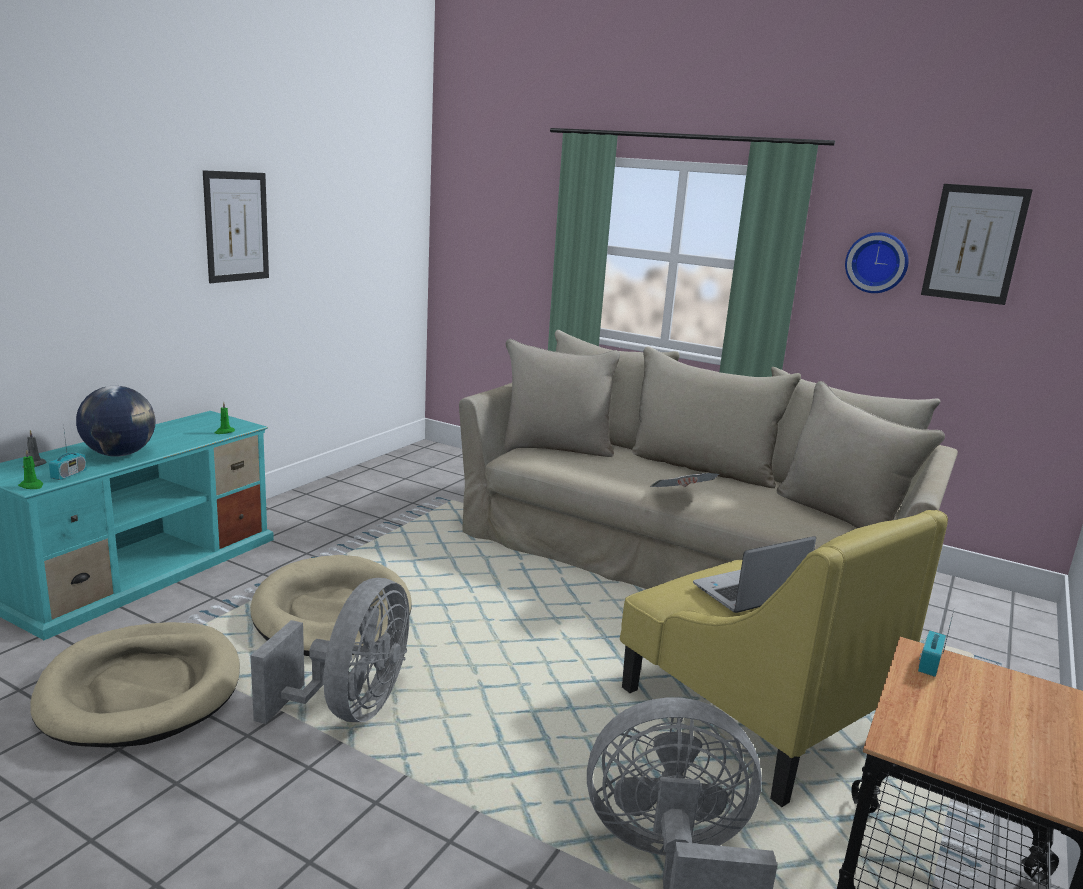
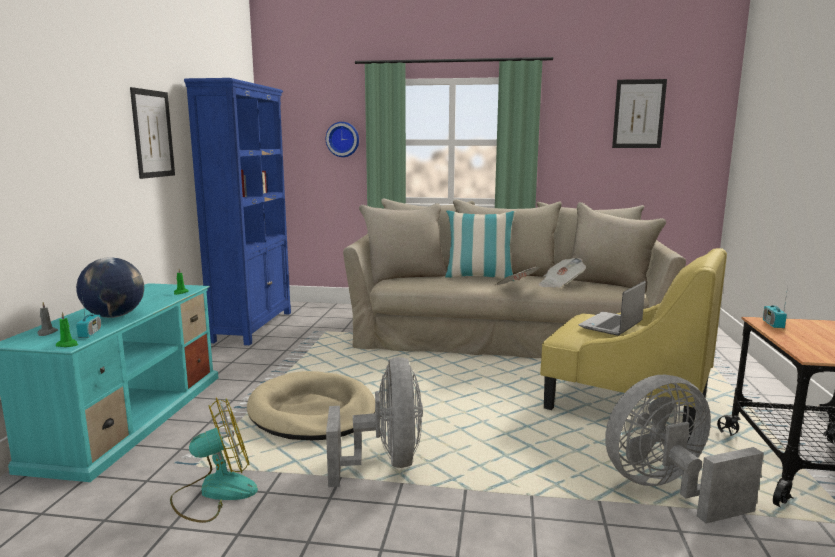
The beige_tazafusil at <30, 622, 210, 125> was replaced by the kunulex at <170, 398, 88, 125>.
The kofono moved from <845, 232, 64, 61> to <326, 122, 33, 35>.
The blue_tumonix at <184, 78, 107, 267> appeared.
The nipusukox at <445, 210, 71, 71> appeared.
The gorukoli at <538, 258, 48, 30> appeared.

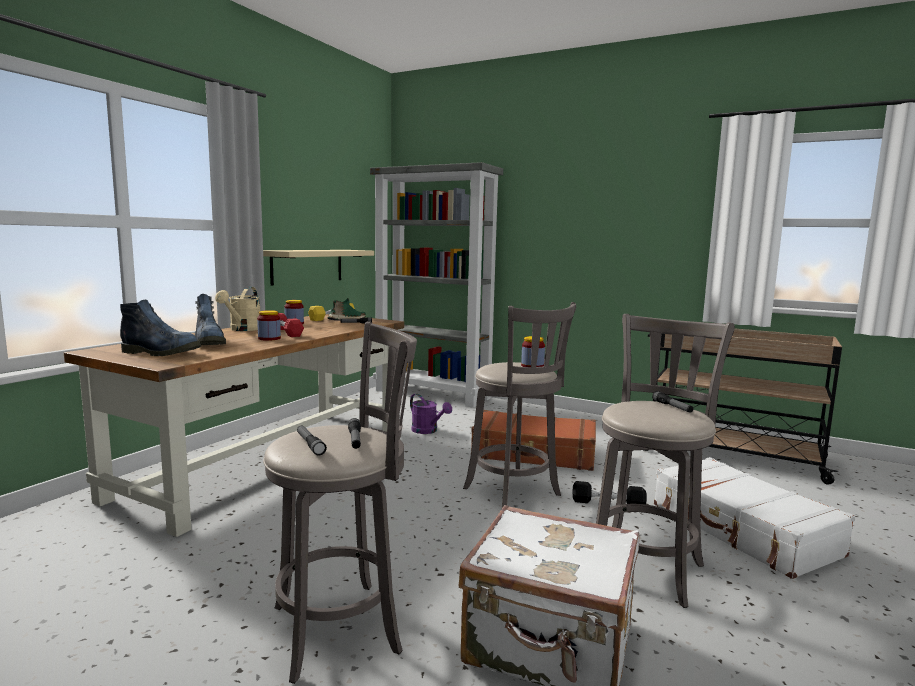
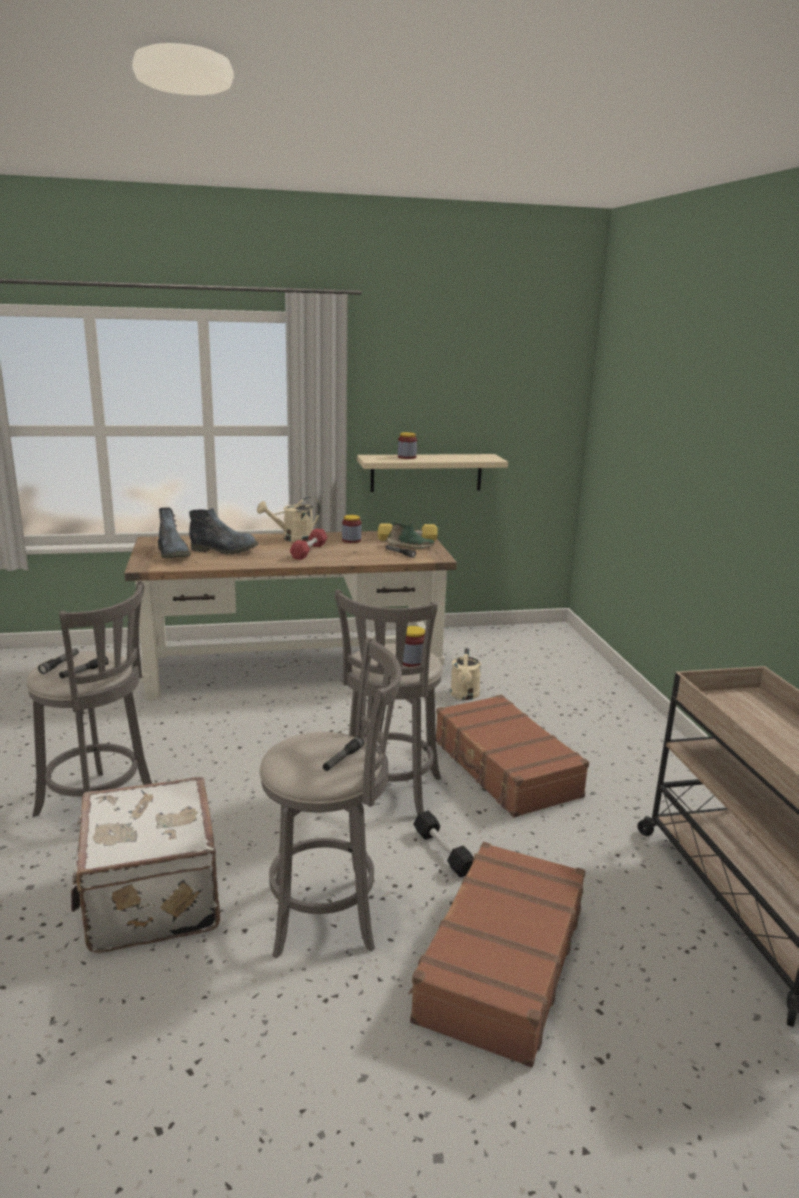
The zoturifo at <195, 294, 31, 51> turned 105 degrees counterclockwise.
The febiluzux moved from <257, 310, 24, 31> to <398, 432, 19, 27>.
The grey_tumonix at <370, 162, 133, 246> disappeared.
The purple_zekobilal at <410, 393, 42, 41> became the beige_zekobilal at <450, 648, 31, 52>.
The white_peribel at <654, 457, 201, 122> became the brown_peribel at <409, 842, 176, 226>.

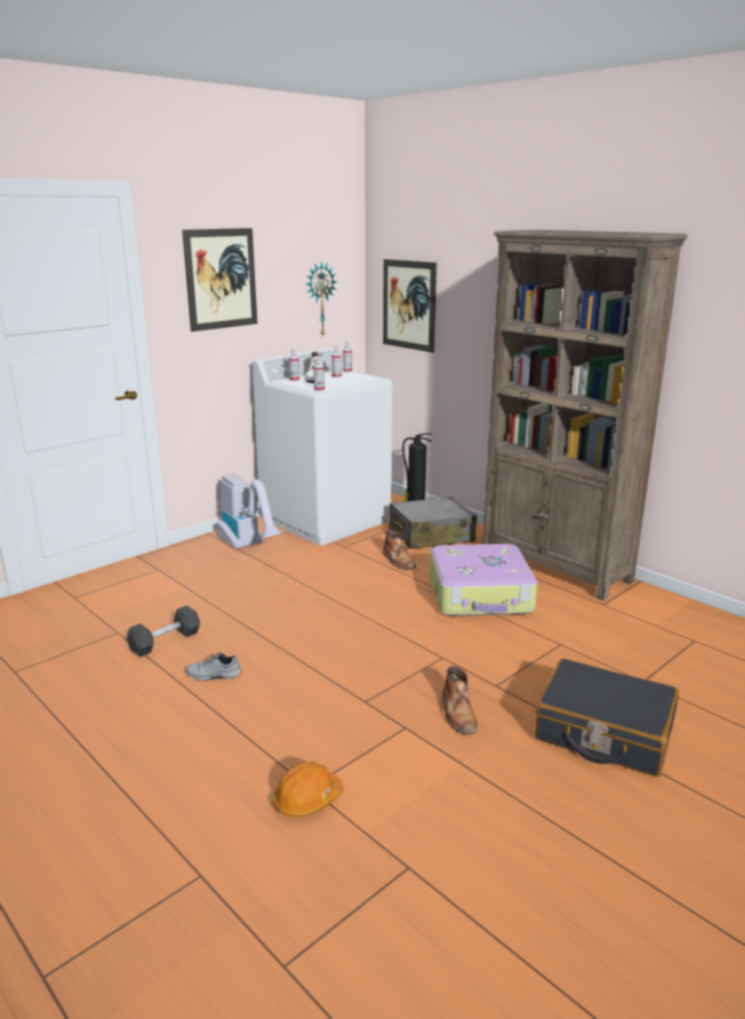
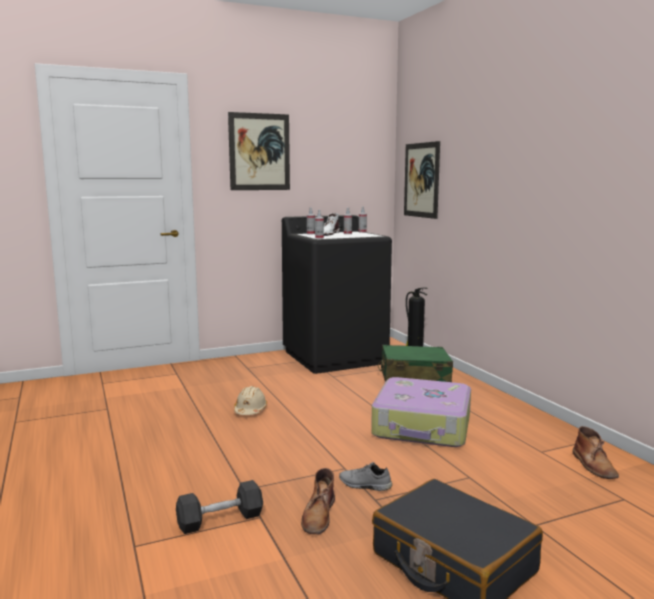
The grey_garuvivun moved from <127, 605, 73, 52> to <176, 480, 87, 54>.
The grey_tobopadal moved from <186, 652, 56, 29> to <339, 462, 53, 29>.
The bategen at <217, 473, 66, 76> disappeared.
The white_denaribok at <252, 348, 140, 198> became the black_denaribok at <282, 215, 110, 159>.
The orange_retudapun at <273, 761, 70, 56> disappeared.
The kofono at <306, 261, 31, 74> disappeared.
The brown_zoturifo moved from <383, 530, 33, 40> to <573, 426, 46, 53>.
The grey_peribel at <389, 497, 88, 52> became the green_peribel at <378, 345, 75, 37>.
The brown_tumonix at <482, 230, 206, 371> disappeared.
The beige_retudapun at <234, 386, 33, 29> appeared.

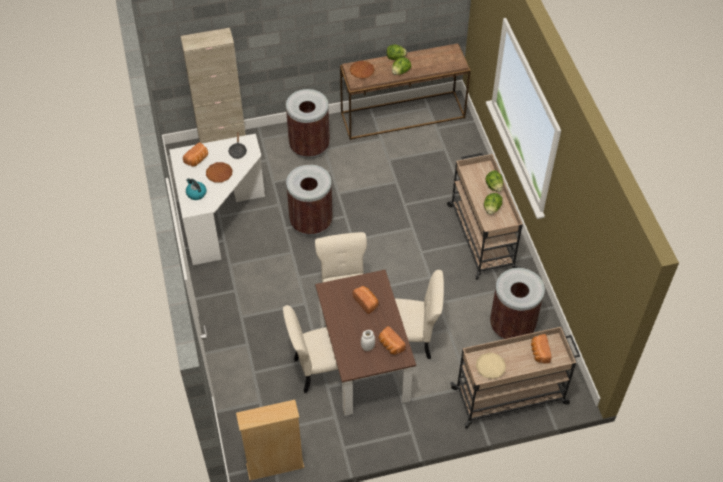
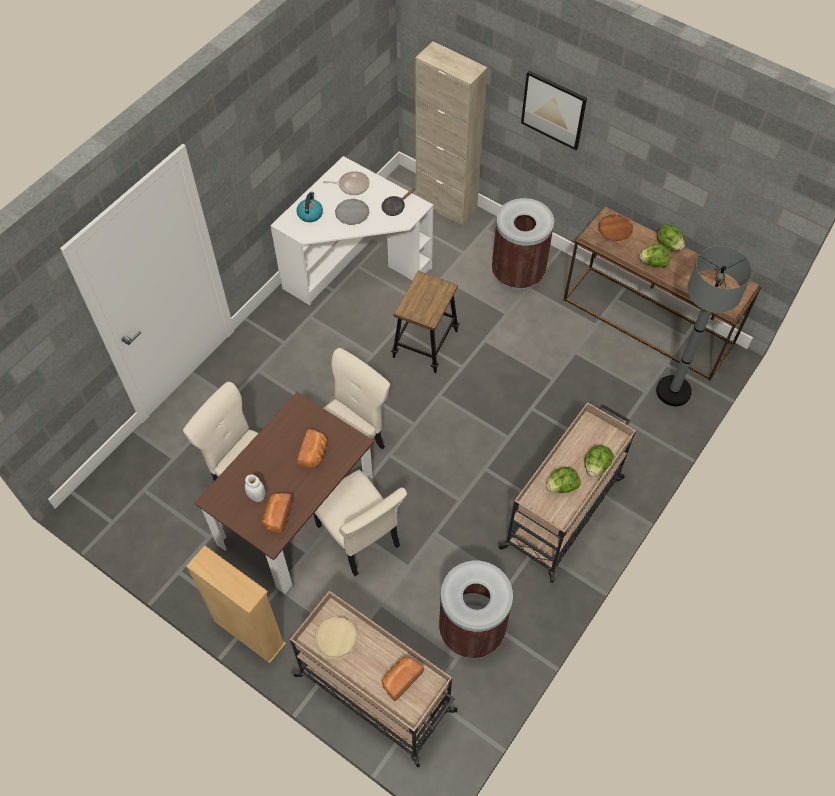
The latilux at <183, 142, 25, 25> was replaced by the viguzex at <323, 171, 47, 24>.
The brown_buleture at <206, 162, 27, 21> became the grey_buleture at <335, 199, 35, 26>.
The beige_tumonix moved from <236, 400, 68, 81> to <186, 545, 100, 118>.
The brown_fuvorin at <286, 164, 47, 72> was replaced by the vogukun at <391, 271, 68, 102>.
The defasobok at <521, 71, 66, 79> appeared.
The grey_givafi at <656, 246, 96, 160> appeared.

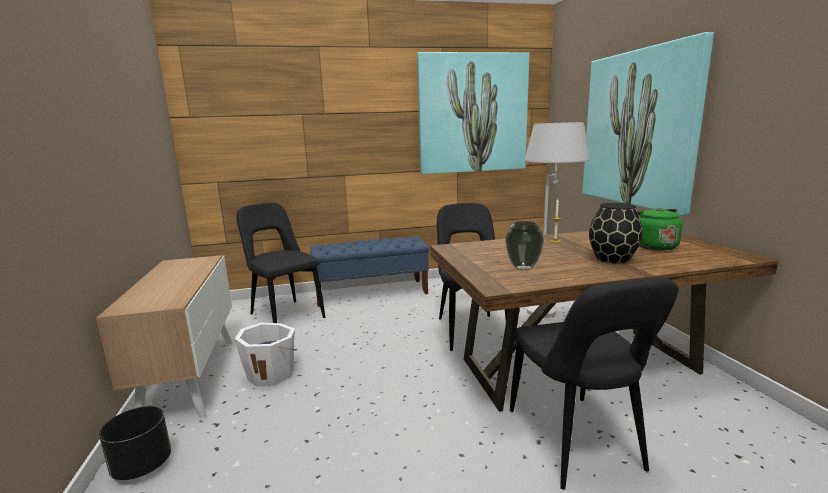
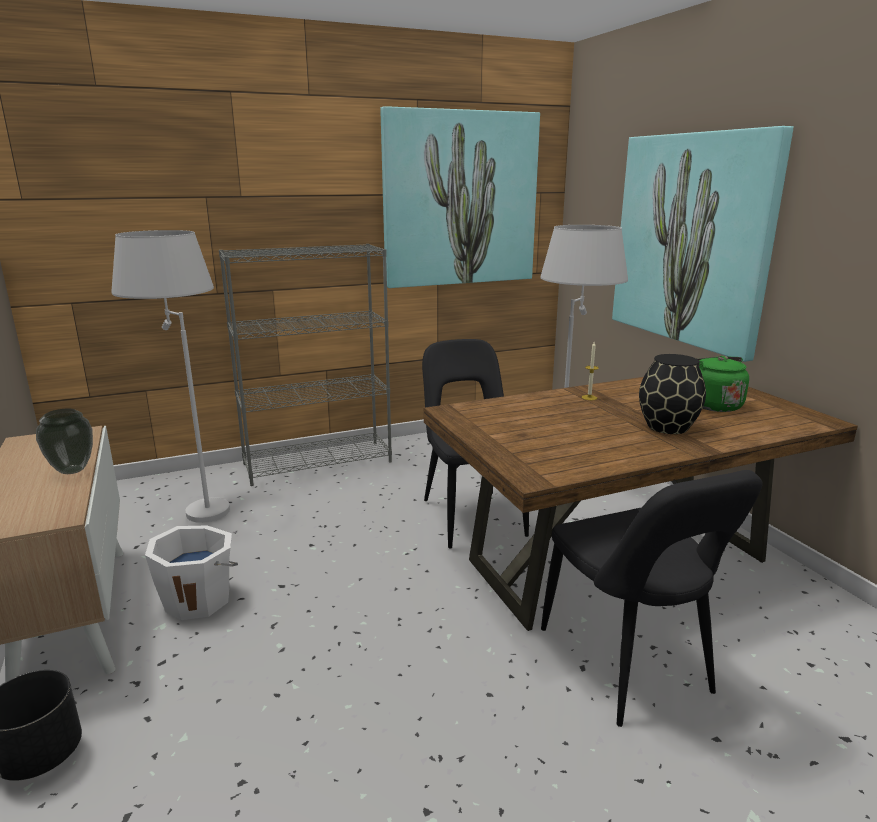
The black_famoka at <236, 202, 89, 121> was replaced by the white_givafi at <111, 230, 119, 293>.
The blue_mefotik at <311, 236, 118, 71> was replaced by the grey_tumonix at <219, 244, 173, 242>.
The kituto moved from <505, 221, 39, 50> to <36, 408, 57, 66>.

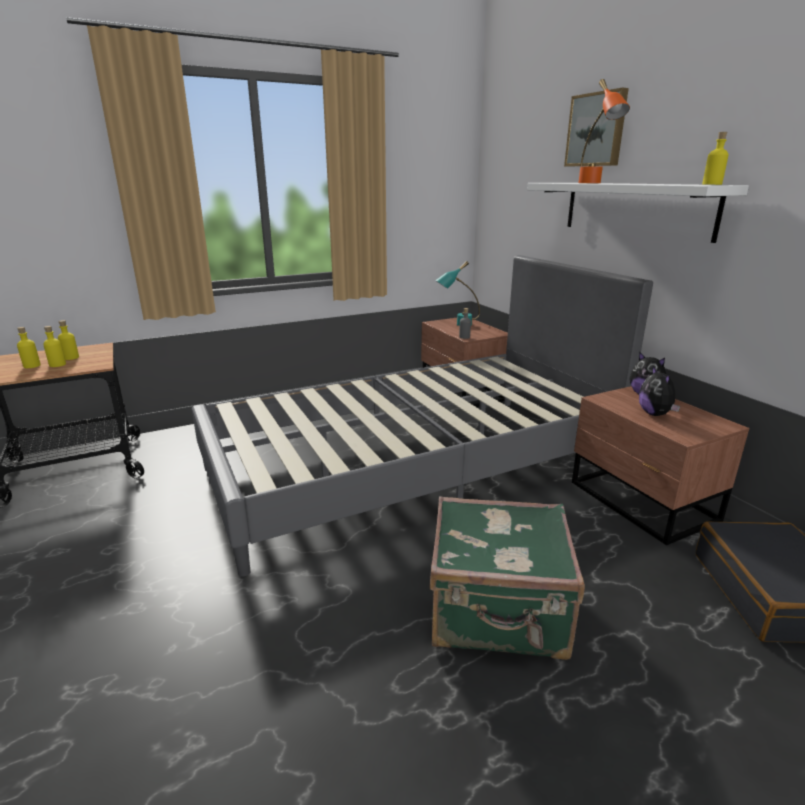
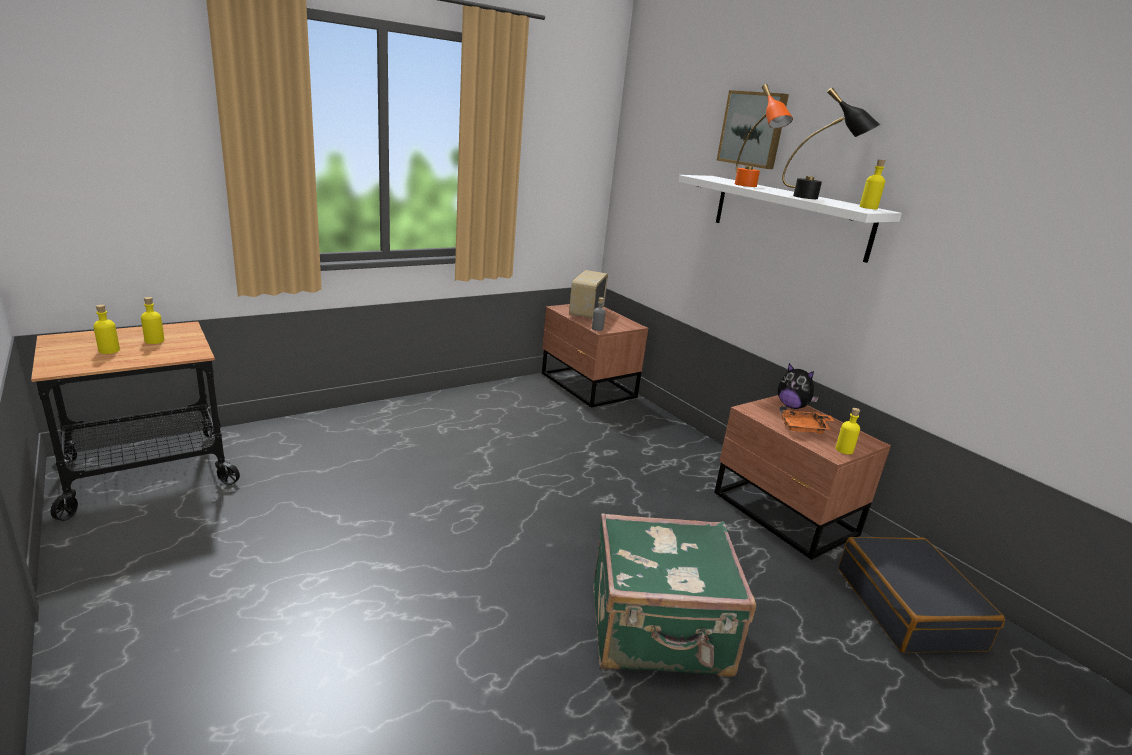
The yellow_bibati moved from <43, 326, 23, 41> to <836, 408, 24, 46>.
The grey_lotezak at <192, 255, 461, 322> disappeared.
The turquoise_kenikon at <435, 261, 45, 65> was replaced by the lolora at <569, 270, 39, 49>.
The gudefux at <639, 366, 41, 50> was replaced by the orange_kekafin at <779, 406, 55, 28>.
The black_kenikon at <782, 87, 98, 112> appeared.

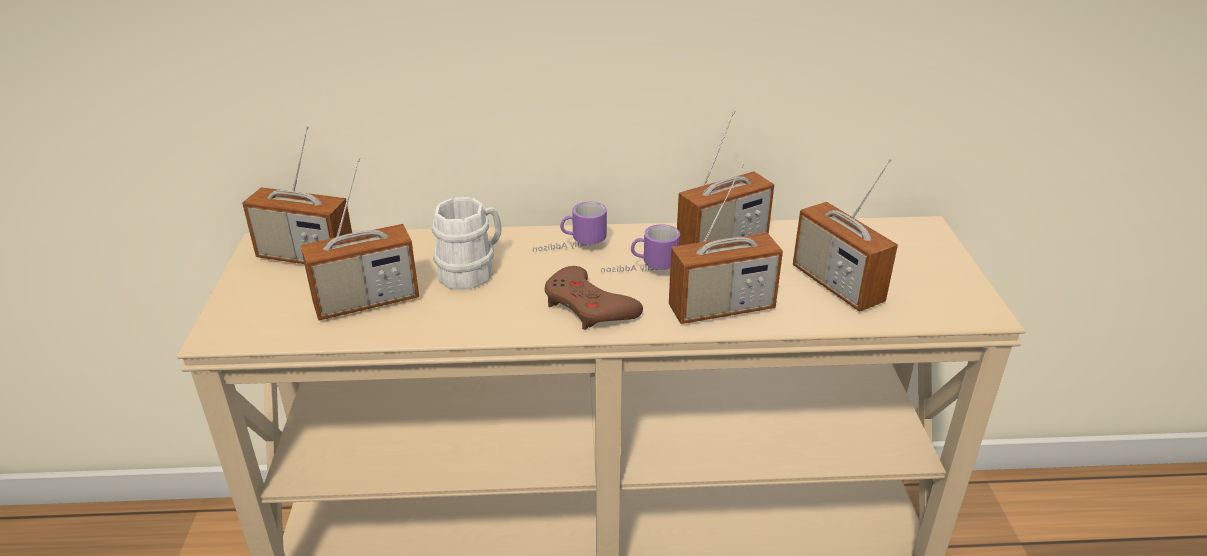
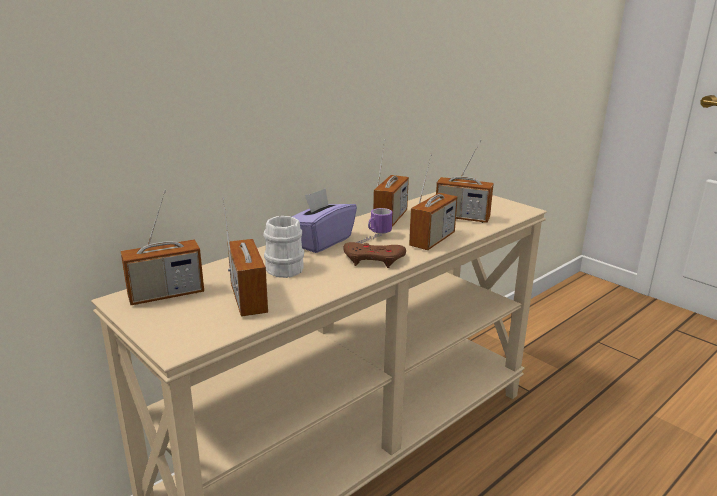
The lolora at <300, 157, 119, 163> turned 45 degrees counterclockwise.
The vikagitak at <533, 202, 74, 50> was replaced by the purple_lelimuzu at <292, 188, 65, 65>.

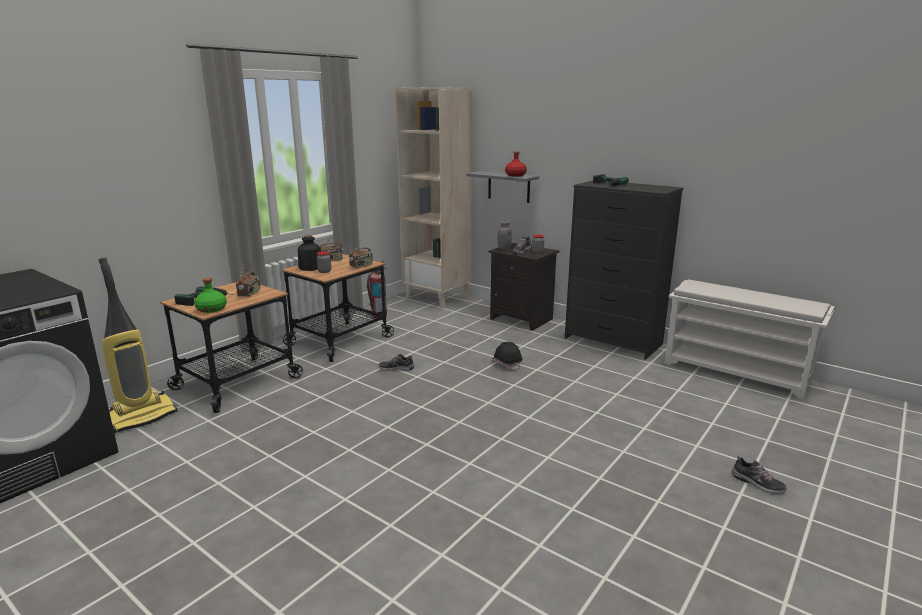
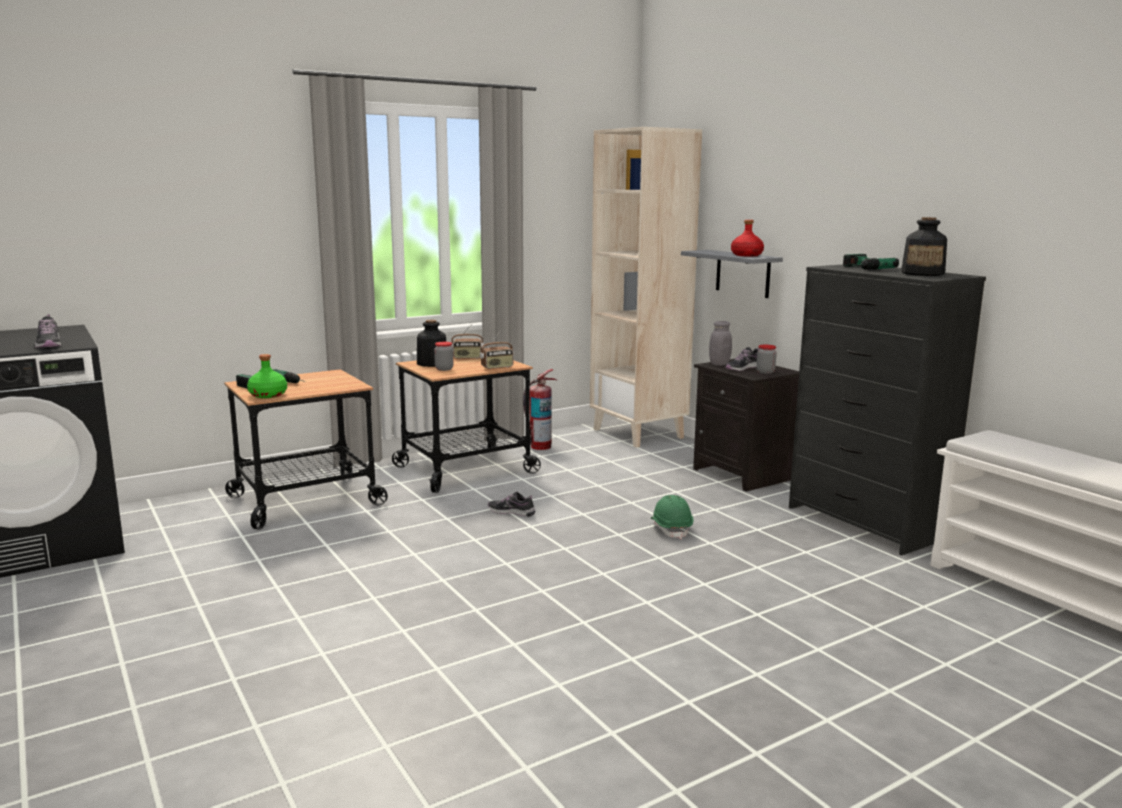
The bategen at <99, 258, 78, 176> disappeared.
The lolora at <236, 266, 24, 31> disappeared.
The black_retudapun at <492, 342, 30, 28> became the green_retudapun at <651, 495, 42, 44>.
The tobopadal moved from <732, 455, 55, 39> to <35, 314, 26, 34>.
The bibati at <901, 217, 46, 59> appeared.

